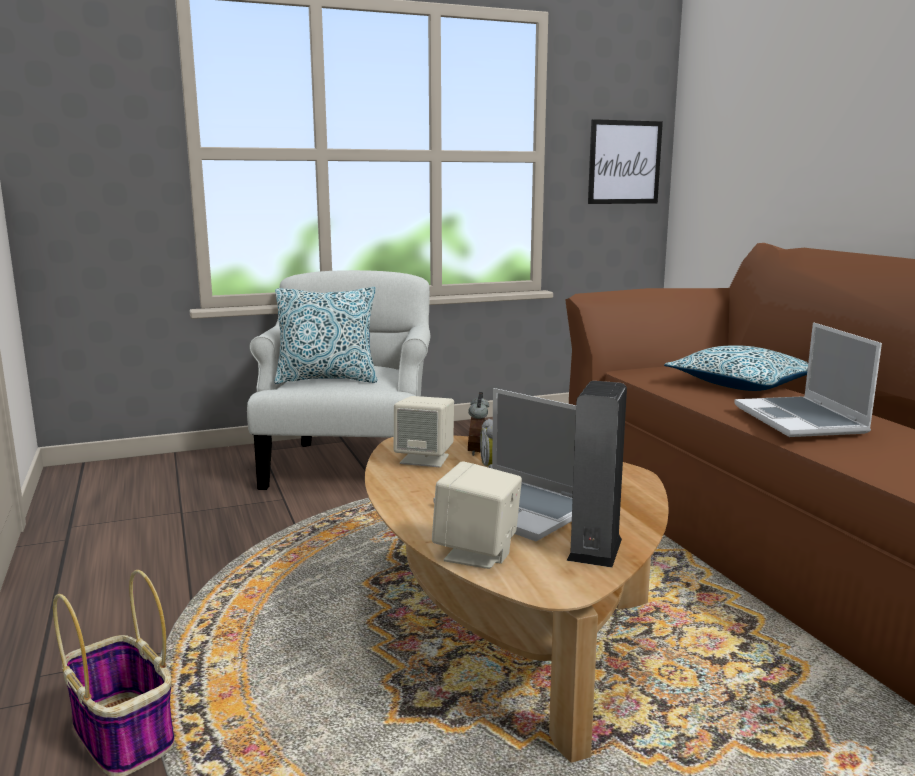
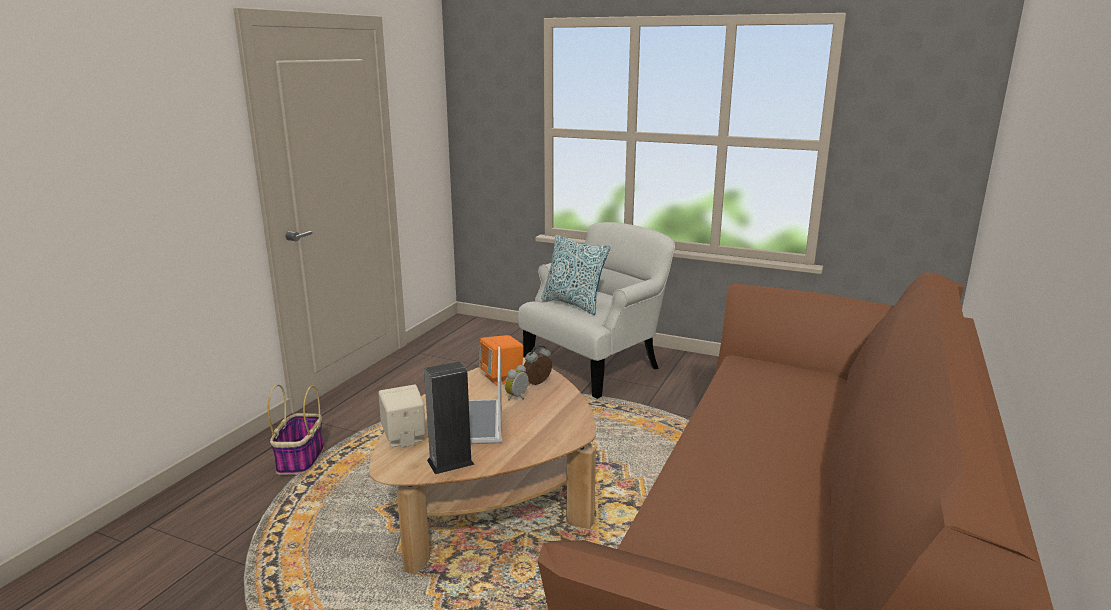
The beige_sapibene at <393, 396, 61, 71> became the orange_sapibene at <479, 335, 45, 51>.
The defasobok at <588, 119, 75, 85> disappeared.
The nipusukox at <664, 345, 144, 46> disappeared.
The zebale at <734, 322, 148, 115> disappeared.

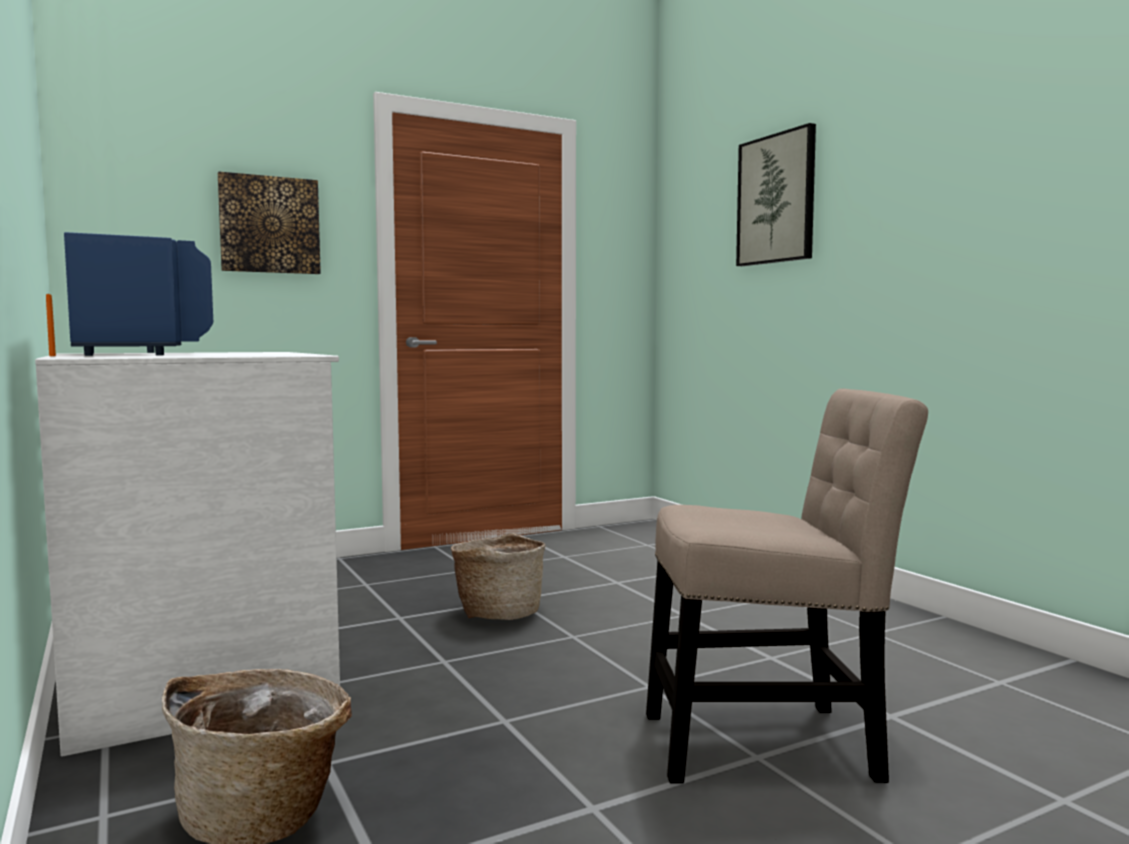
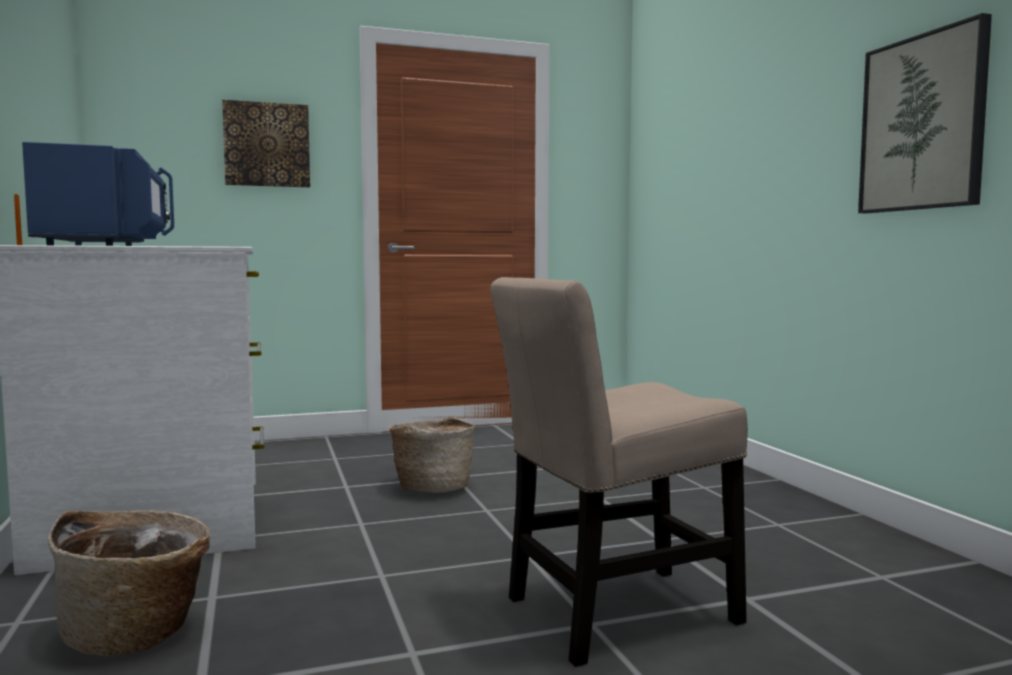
The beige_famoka at <646, 389, 282, 394> turned 150 degrees clockwise.
The defasobok moved from <736, 123, 80, 143> to <858, 13, 134, 200>.

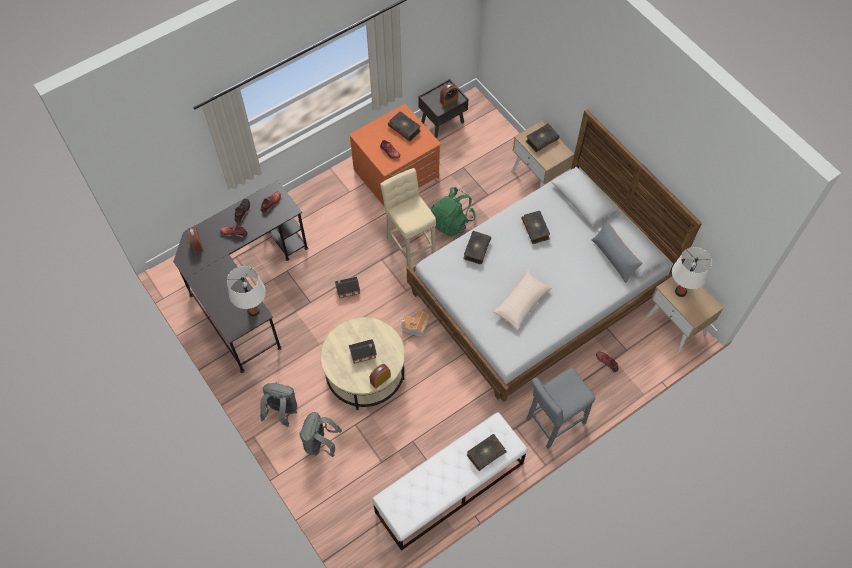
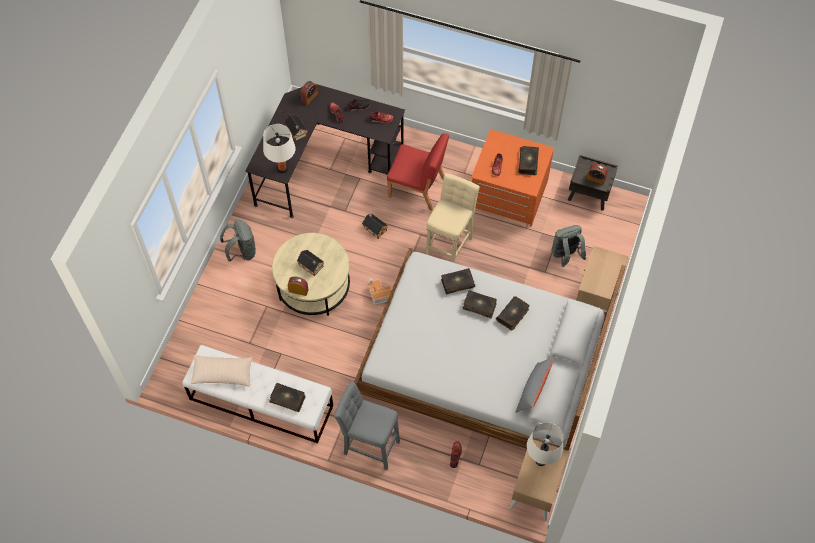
The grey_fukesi moved from <299, 412, 43, 45> to <552, 225, 34, 42>.
The green_fukesi at <431, 187, 44, 49> disappeared.
The beige_nipusukox moved from <493, 270, 59, 60> to <191, 355, 62, 32>.
The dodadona moved from <526, 124, 33, 28> to <463, 290, 34, 28>.
The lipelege at <284, 114, 24, 27> appeared.
The red_famoka at <387, 133, 62, 78> appeared.

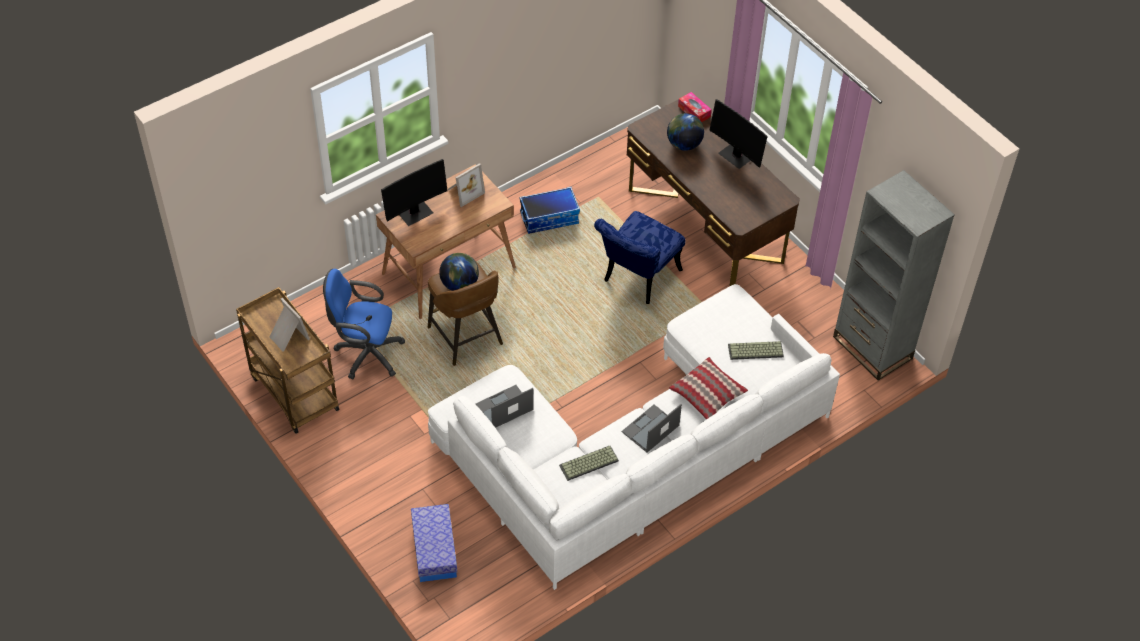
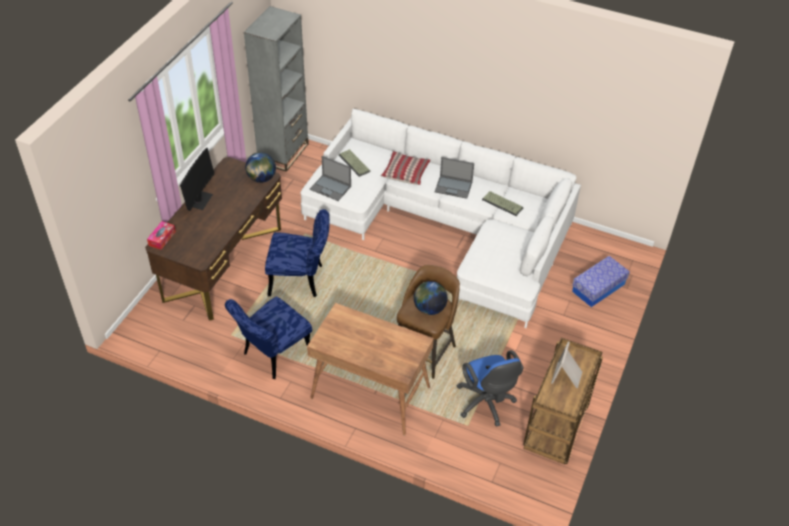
The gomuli at <381, 159, 67, 67> disappeared.
The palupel at <447, 163, 38, 44> disappeared.
The zebale moved from <476, 385, 57, 43> to <310, 156, 41, 45>.
The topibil at <520, 187, 60, 47> was replaced by the blue_famoka at <225, 296, 87, 83>.
The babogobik moved from <667, 113, 37, 38> to <245, 152, 31, 31>.

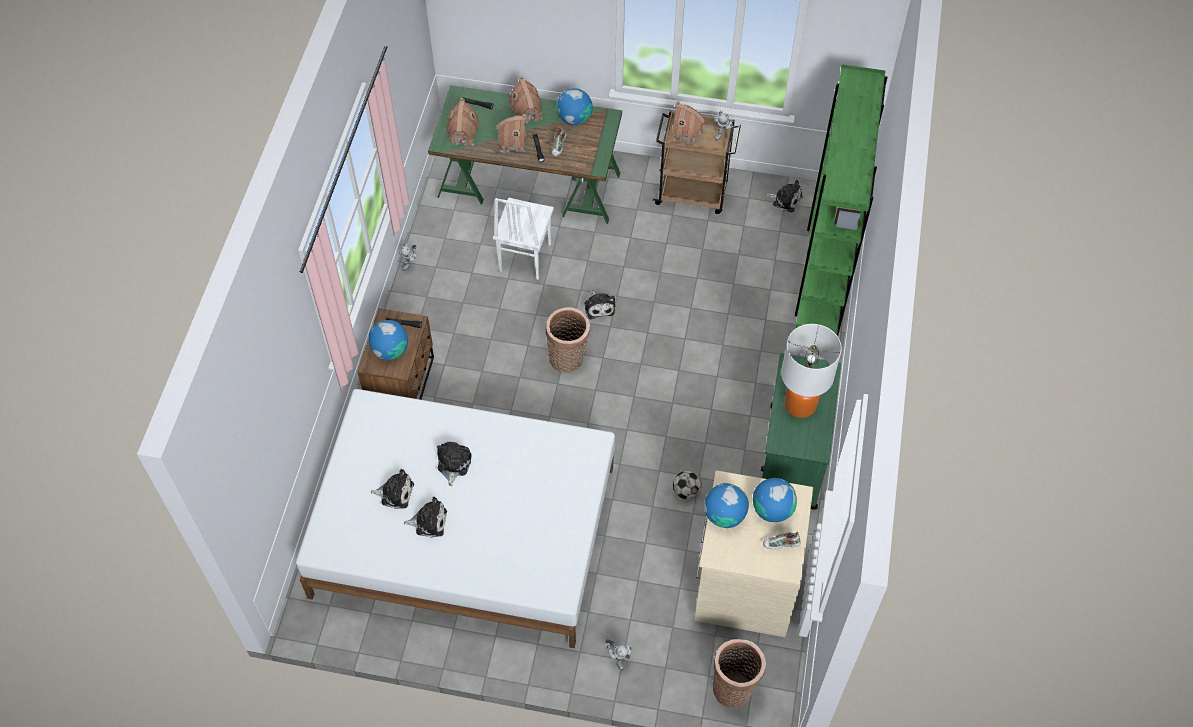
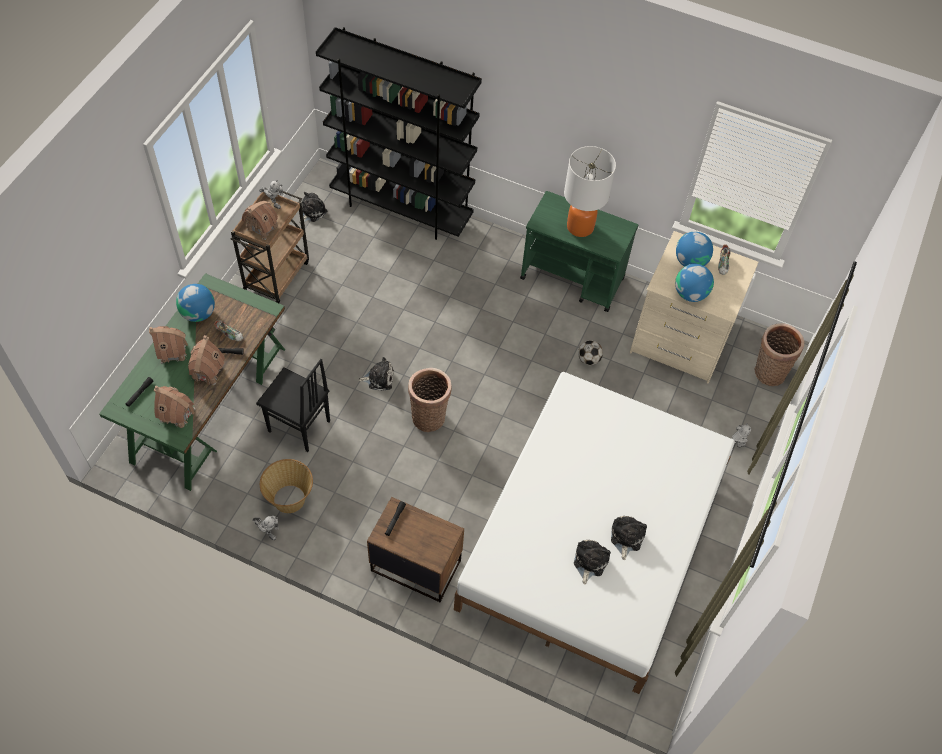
The babogobik at <368, 320, 40, 40> disappeared.
The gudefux at <437, 441, 35, 45> disappeared.
The white_famoka at <493, 197, 61, 83> became the black_famoka at <256, 359, 74, 93>.
The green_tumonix at <795, 64, 93, 272> became the black_tumonix at <316, 27, 166, 213>.
The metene at <260, 459, 53, 54> appeared.

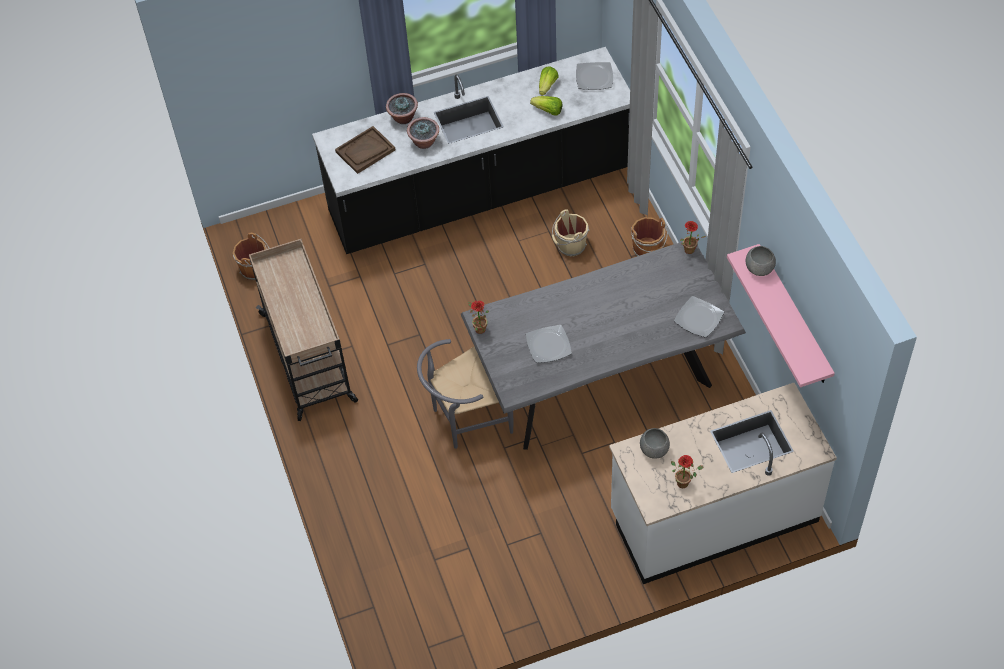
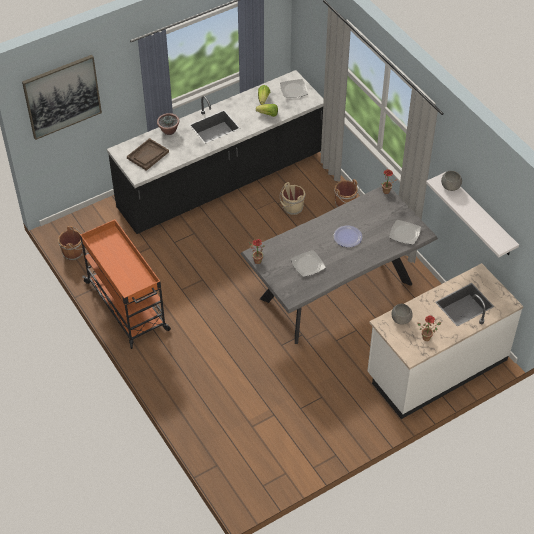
The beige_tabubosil at <249, 239, 109, 182> became the orange_tabubosil at <80, 219, 91, 130>.
The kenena at <407, 117, 32, 32> disappeared.
The grey_famoka at <417, 339, 96, 110> disappeared.
The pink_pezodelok at <727, 244, 108, 144> became the white_pezodelok at <426, 172, 93, 85>.
The defasobok at <22, 55, 80, 85> appeared.
The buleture at <334, 226, 28, 21> appeared.

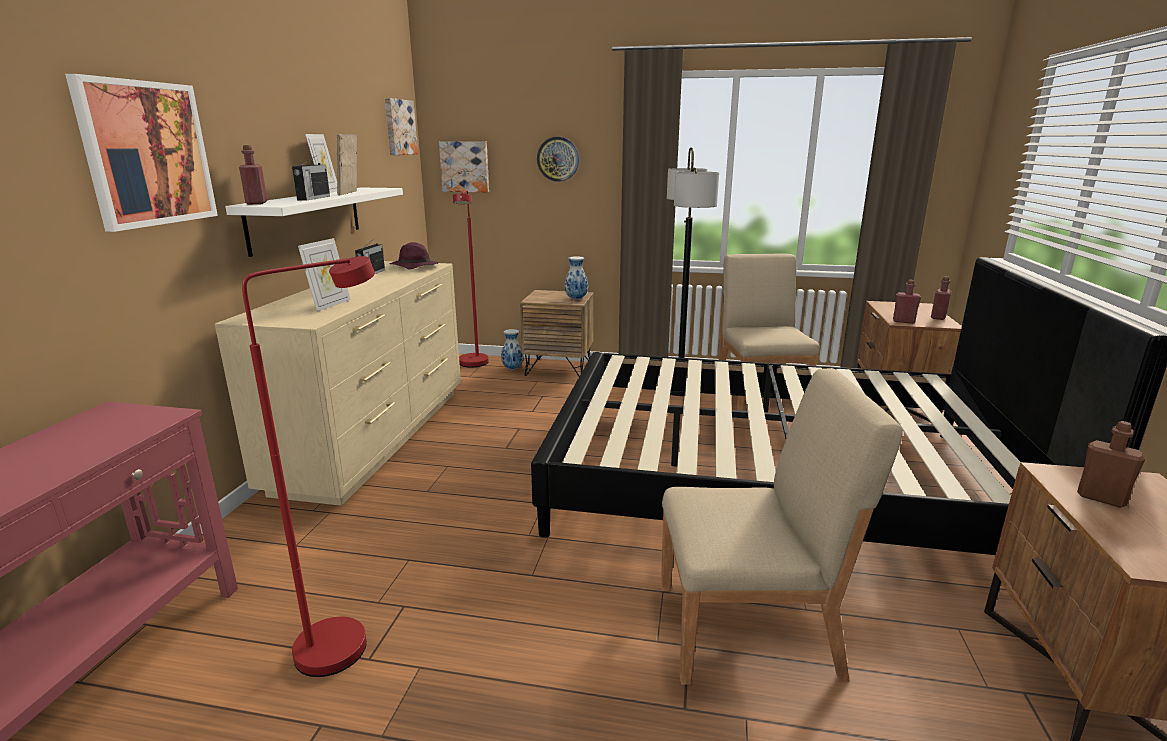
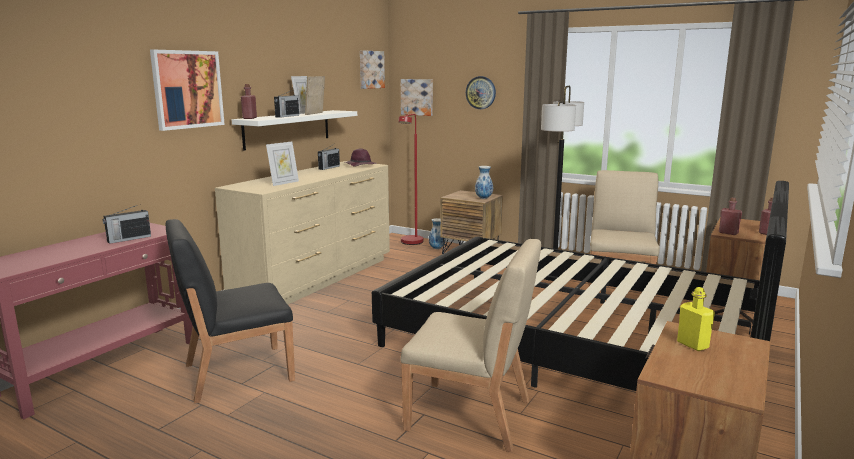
The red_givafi at <242, 256, 133, 421> was replaced by the black_famoka at <166, 219, 129, 184>.
The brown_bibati at <1077, 421, 69, 86> became the yellow_bibati at <677, 287, 38, 64>.
The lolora at <103, 205, 48, 39> appeared.

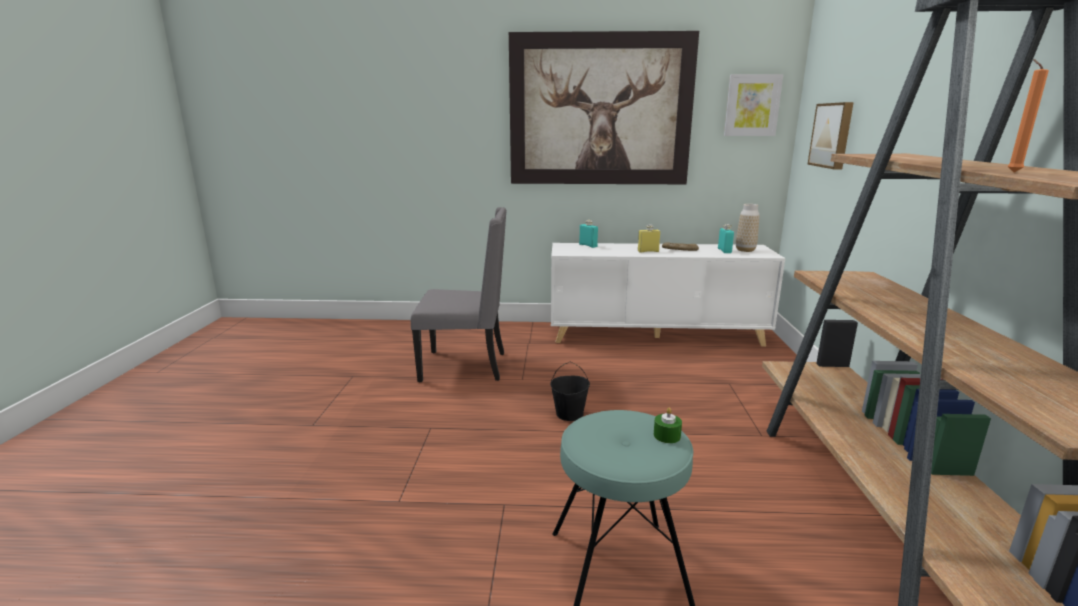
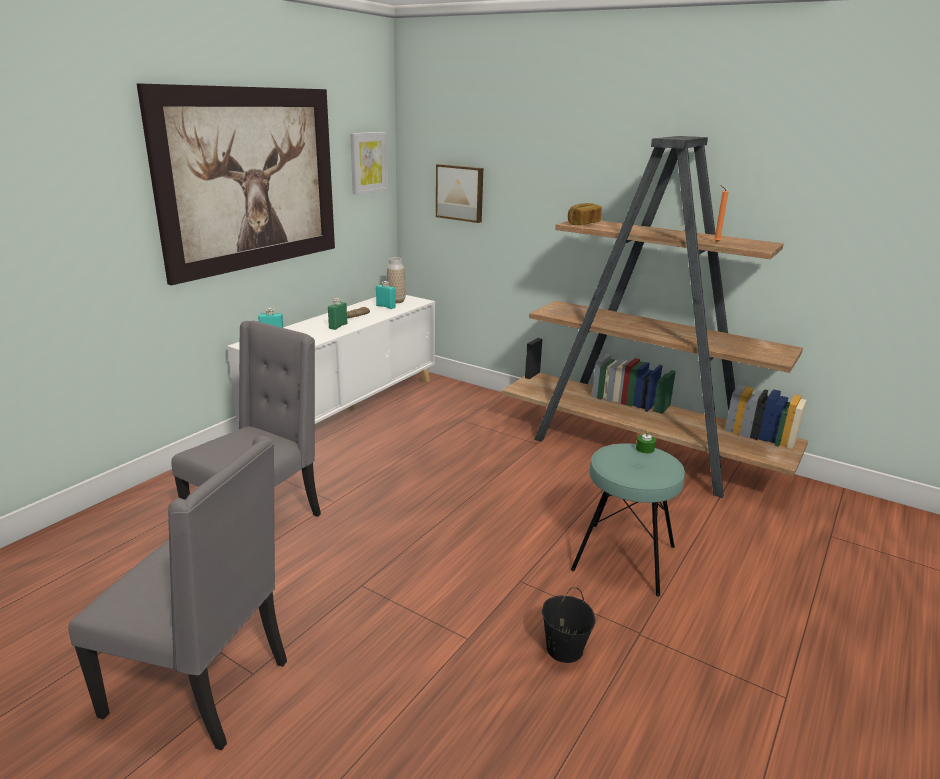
The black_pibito moved from <550, 362, 40, 59> to <542, 587, 53, 76>.
The yellow_bibati at <638, 224, 22, 29> became the green_bibati at <328, 298, 19, 32>.
The grey_famoka at <68, 436, 219, 314> appeared.
The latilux at <568, 203, 34, 22> appeared.

